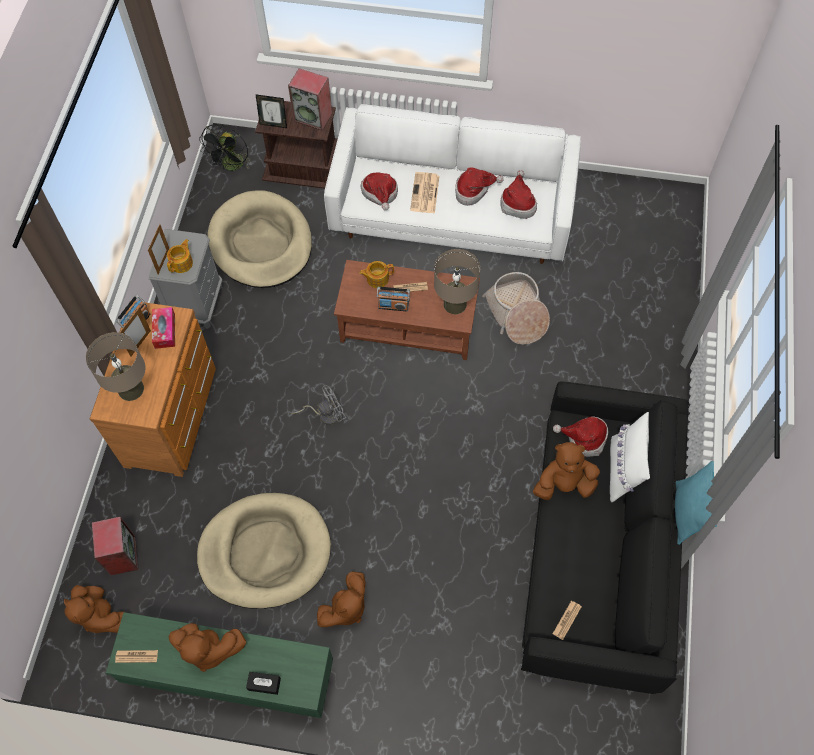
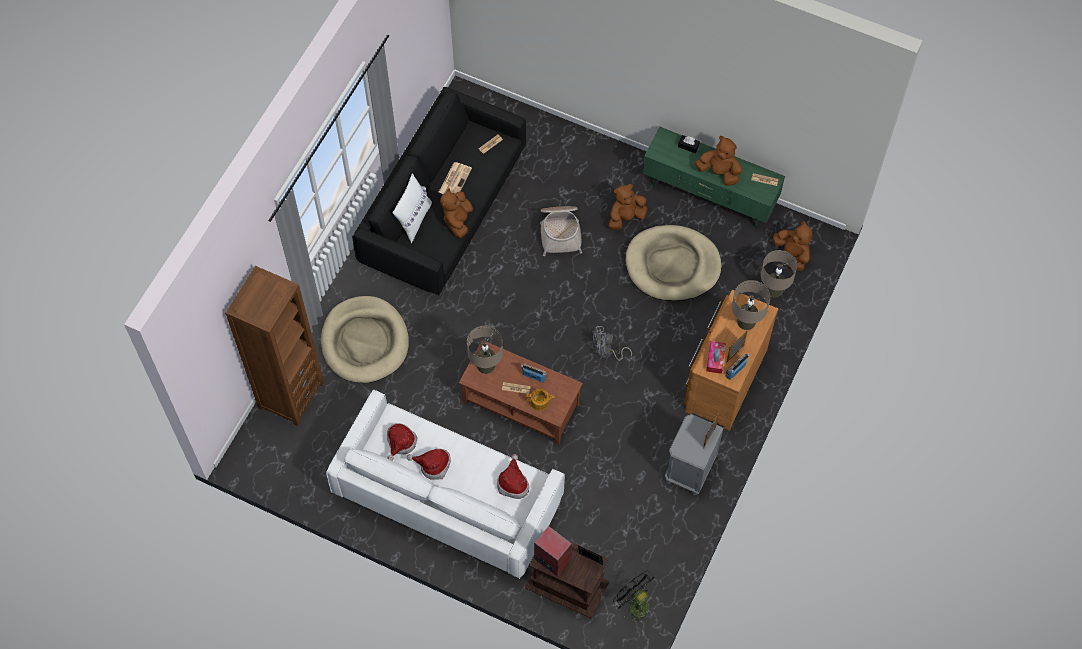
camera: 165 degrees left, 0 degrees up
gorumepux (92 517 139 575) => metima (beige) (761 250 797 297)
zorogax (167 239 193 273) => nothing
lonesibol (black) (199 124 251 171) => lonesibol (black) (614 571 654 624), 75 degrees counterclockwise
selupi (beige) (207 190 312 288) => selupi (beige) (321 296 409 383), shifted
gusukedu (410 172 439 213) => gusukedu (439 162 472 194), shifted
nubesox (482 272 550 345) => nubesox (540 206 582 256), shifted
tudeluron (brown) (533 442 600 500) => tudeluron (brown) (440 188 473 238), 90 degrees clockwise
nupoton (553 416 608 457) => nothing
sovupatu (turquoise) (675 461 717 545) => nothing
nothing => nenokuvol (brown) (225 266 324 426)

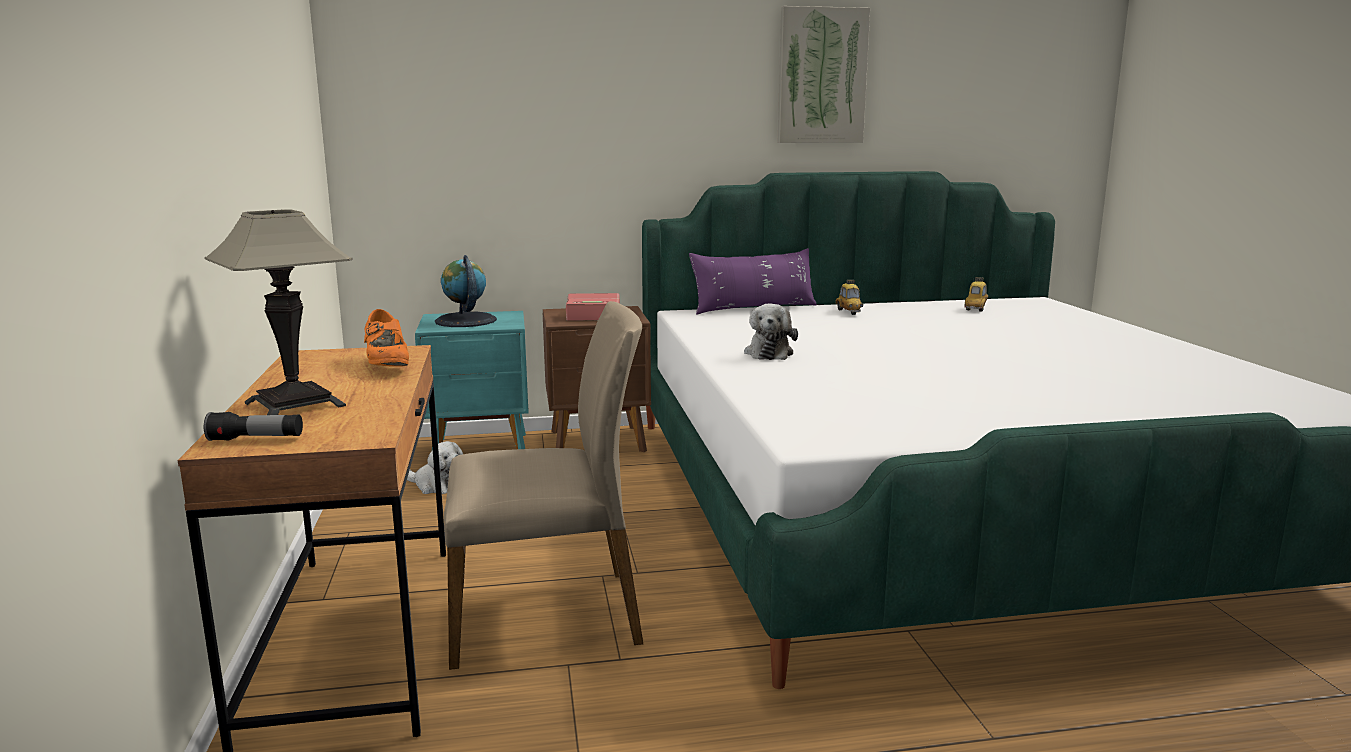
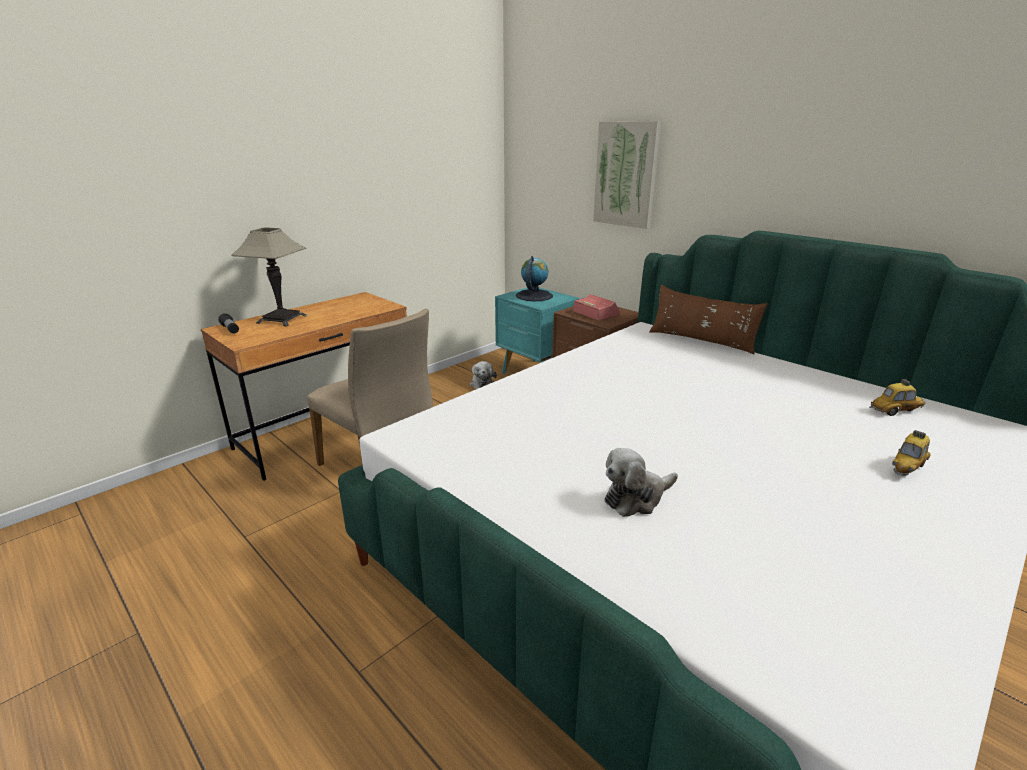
camera: 55 degrees right, 10 degrees up
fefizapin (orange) (364 309 409 367) => nothing
sovupatu (purple) (689 248 817 315) => sovupatu (brown) (649 285 767 354)
tudeluron (744 303 798 360) => tudeluron (604 448 678 517), shifted
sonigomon (778 6 870 143) => sonigomon (593 121 661 229), shifted
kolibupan (835 280 863 315) => kolibupan (892 430 931 476), shifted

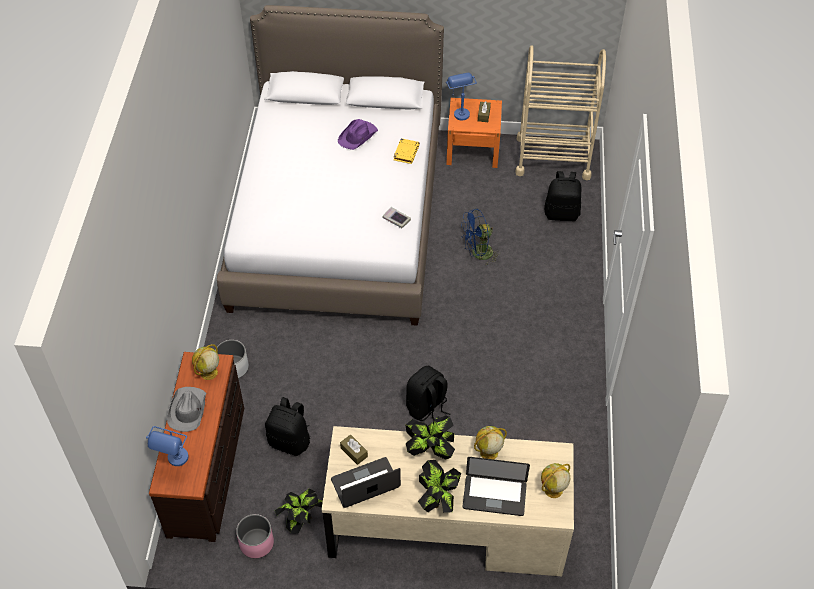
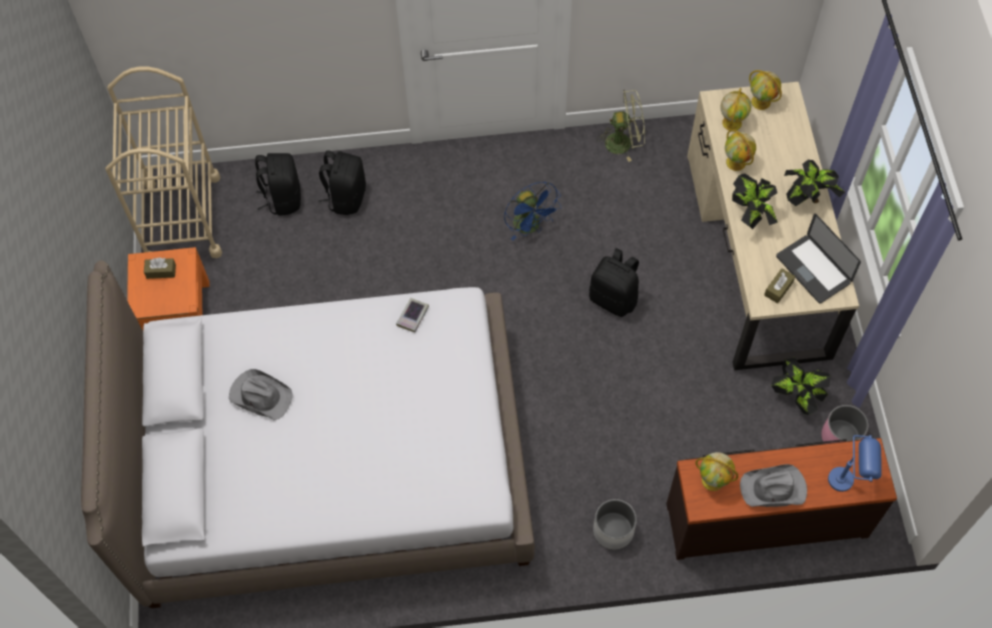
camera: 100 degrees left, 10 degrees up
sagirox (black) (265 397 310 456) => sagirox (black) (318 150 366 215), shifted
nupoton (purple) (338 119 378 150) => nupoton (grey) (229 369 293 420)
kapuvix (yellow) (394 138 420 164) => nothing
metima (blue) (446 73 477 120) => nothing
lonesibol (blue) (461 208 500 265) => lonesibol (blue) (504 182 562 240), shifted
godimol (462 457 530 516) => nothing
nothing => lonesibol (green) (597 90 645 162)
nothing => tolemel (720 88 751 130)

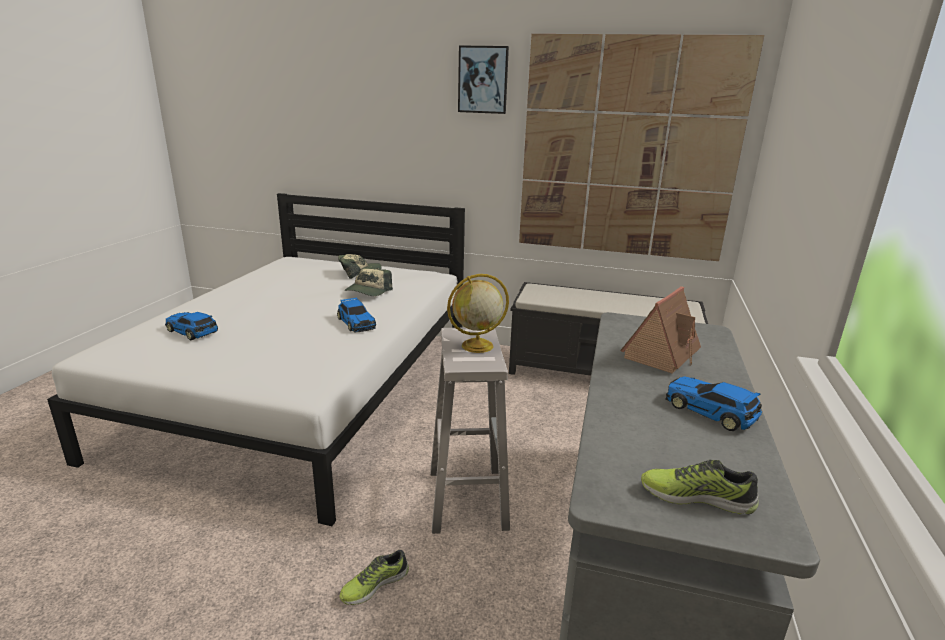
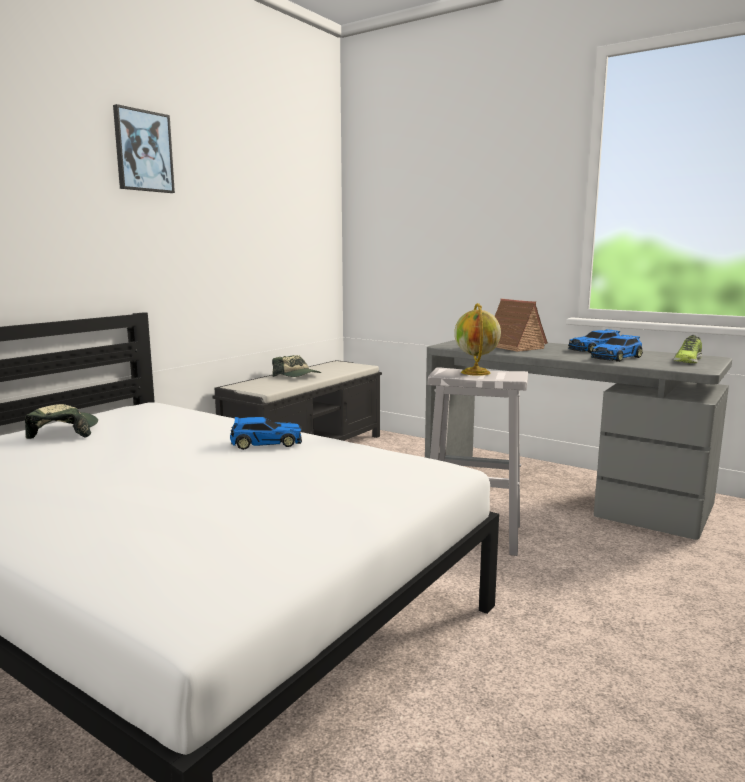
camera: 70 degrees left, 10 degrees down
kolibupan (165 312 218 340) => kolibupan (591 335 643 362), shifted
fefizapin (339 550 409 605) => nothing
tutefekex (345 266 393 296) => tutefekex (272 355 321 377), shifted
sonigomon (519 34 764 261) => nothing

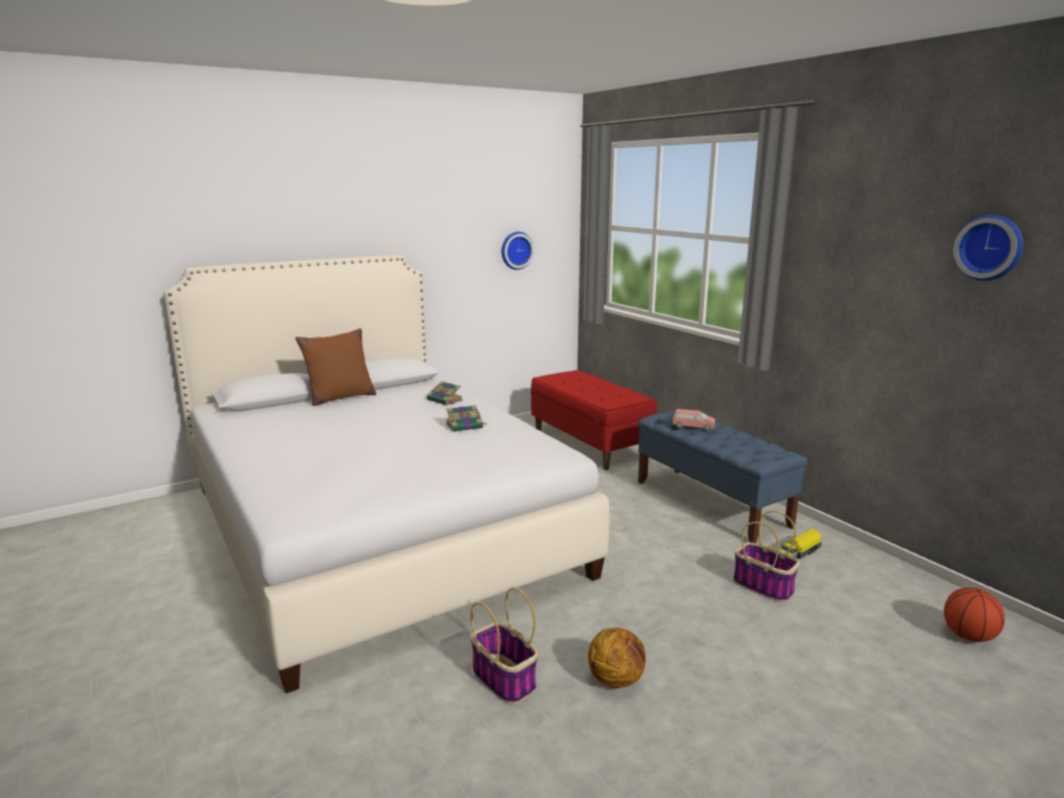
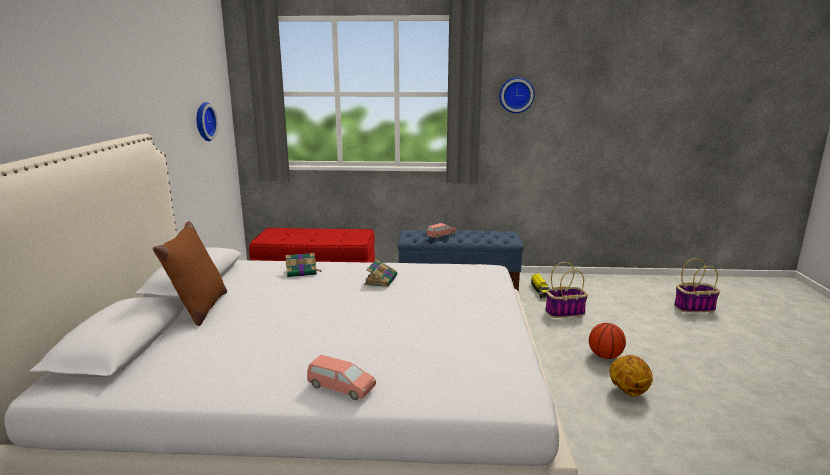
camera: 55 degrees left, 0 degrees up
nubesox (470 587 538 705) => nubesox (674 258 720 313), shifted
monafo (944 587 1005 642) => monafo (589 323 626 359), shifted
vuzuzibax (953 214 1023 281) => vuzuzibax (499 77 535 113), shifted
nothing => kolibupan (pink) (307 355 376 400)

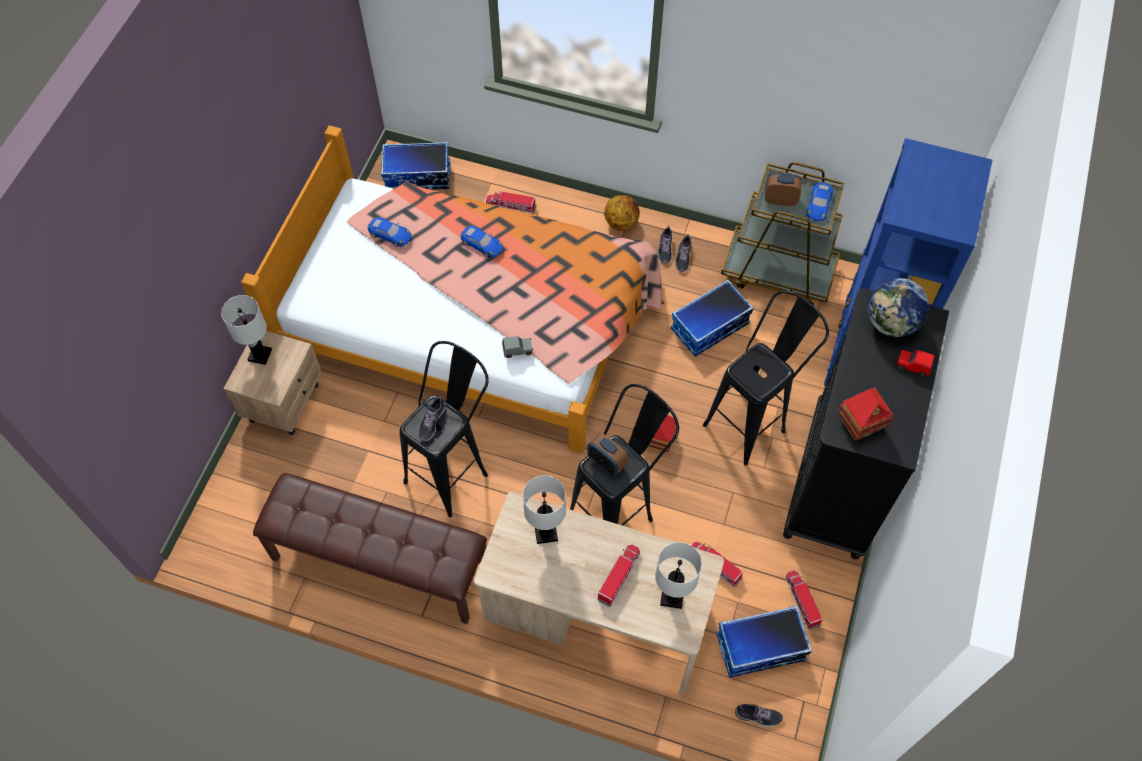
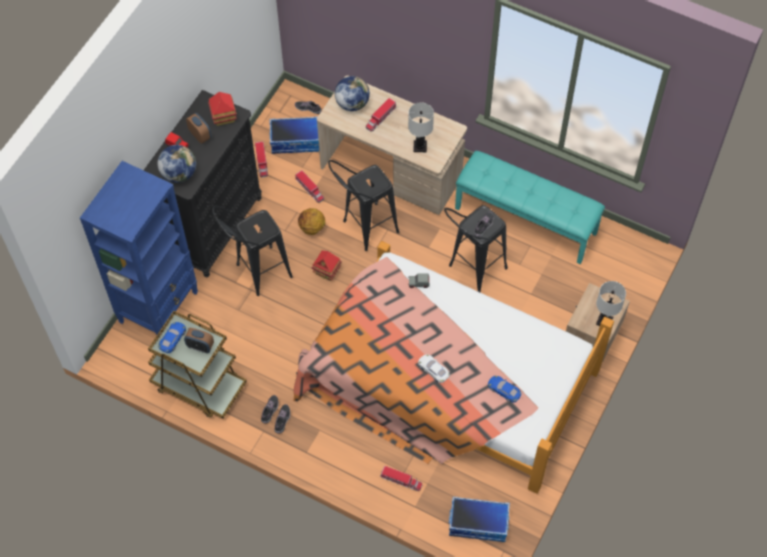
camera: 170 degrees left, 0 degrees up
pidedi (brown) (253 473 487 624) => pidedi (turquoise) (455 151 605 264)
kolibupan (blue) (461 226 503 258) => kolibupan (white) (418 354 450 383)
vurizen (587 433 628 476) => vurizen (186 113 212 144), shifted
monafo (604 195 640 231) => monafo (298 208 325 235), shifted
metima (white) (655 542 702 609) => tolemel (335 76 370 111)
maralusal (671 280 754 357) => nothing

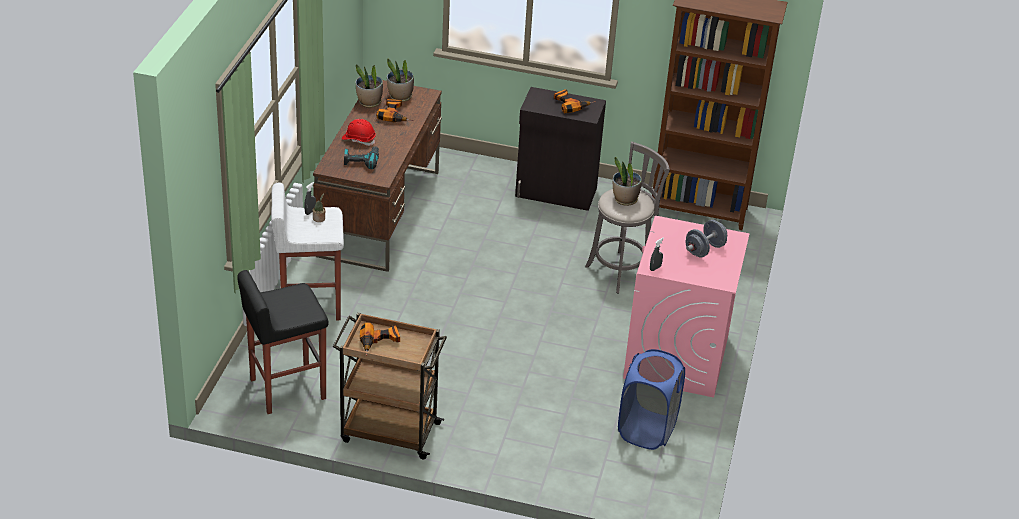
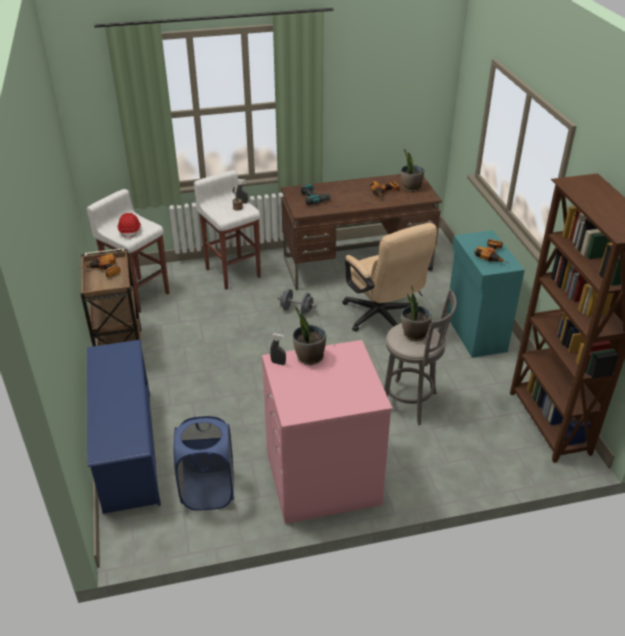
camera: 65 degrees right, 0 degrees up
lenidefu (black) (237 270 329 414) => lenidefu (white) (86 189 170 313)
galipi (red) (342 119 376 146) => galipi (red) (118 213 141 239), shifted
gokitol (355 64 383 108) => gokitol (293 306 326 365), shifted
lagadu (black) (515 87 606 211) => lagadu (turquoise) (446 230 525 358)
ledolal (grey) (686 220 727 257) => ledolal (grey) (277 289 316 315), shifted
nothing => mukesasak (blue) (87 340 161 514)
nothing => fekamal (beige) (342 223 437 332)

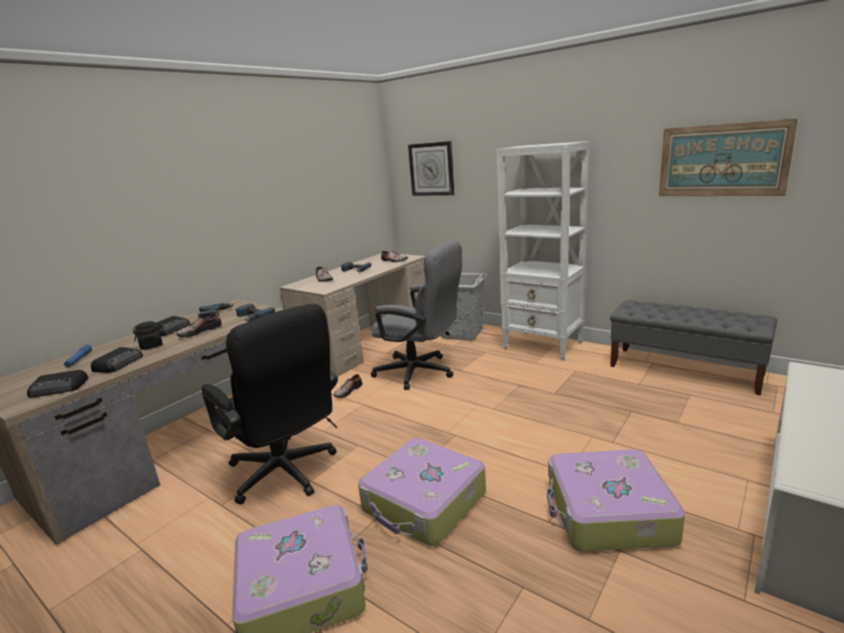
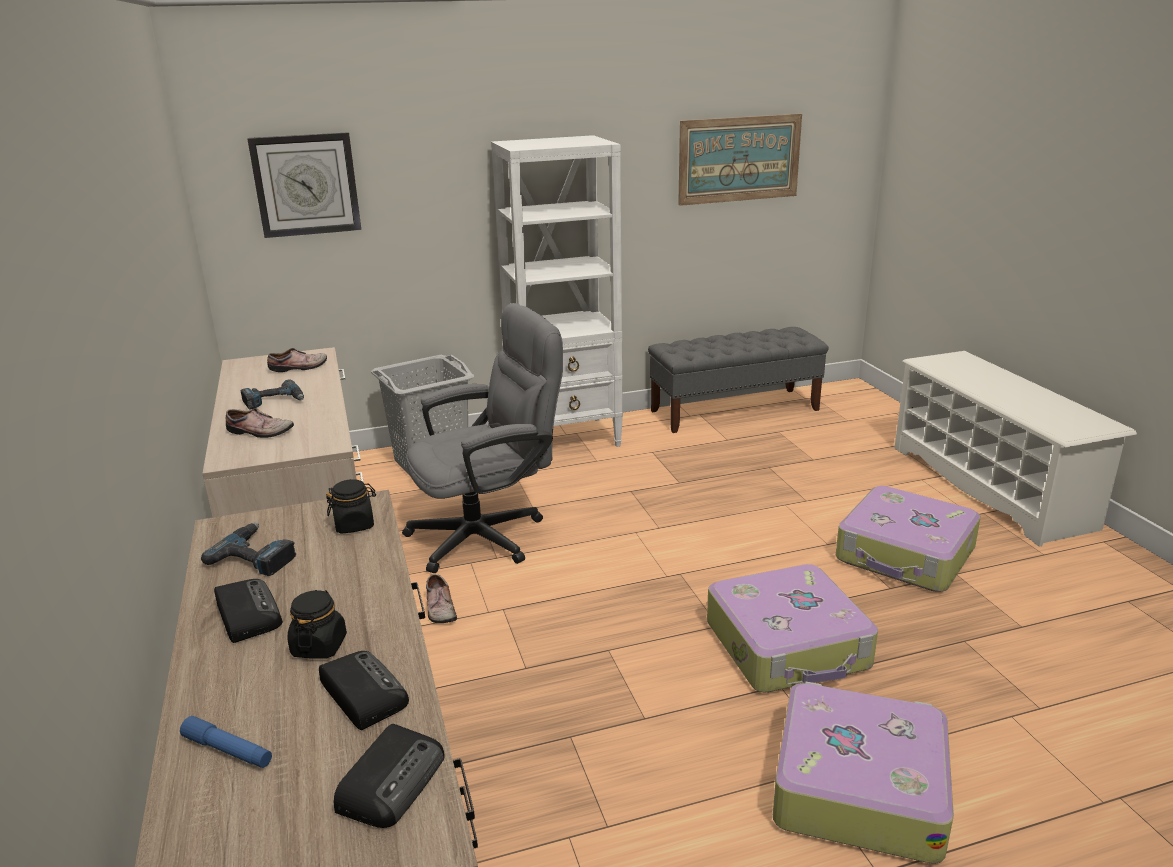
camera: 55 degrees left, 5 degrees up
fefizapin (176 313 222 338) => nothing
fekamal (black) (201 304 338 504) => nothing
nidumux (236 303 275 321) => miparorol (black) (326 479 376 533)

